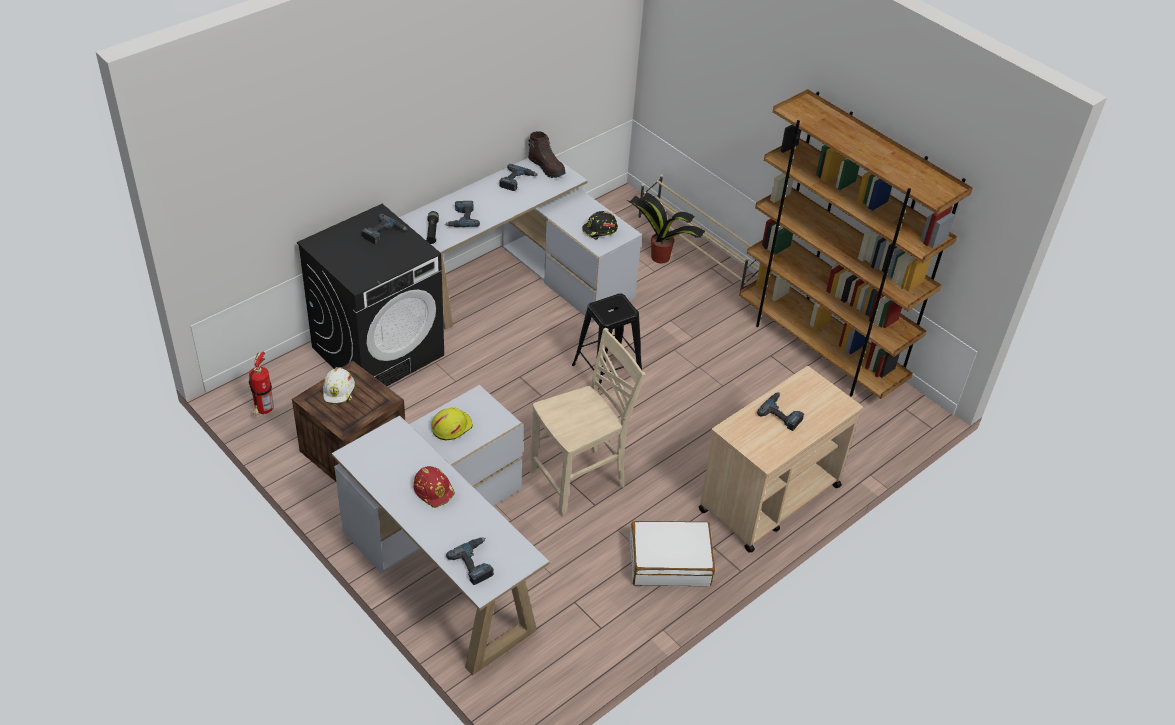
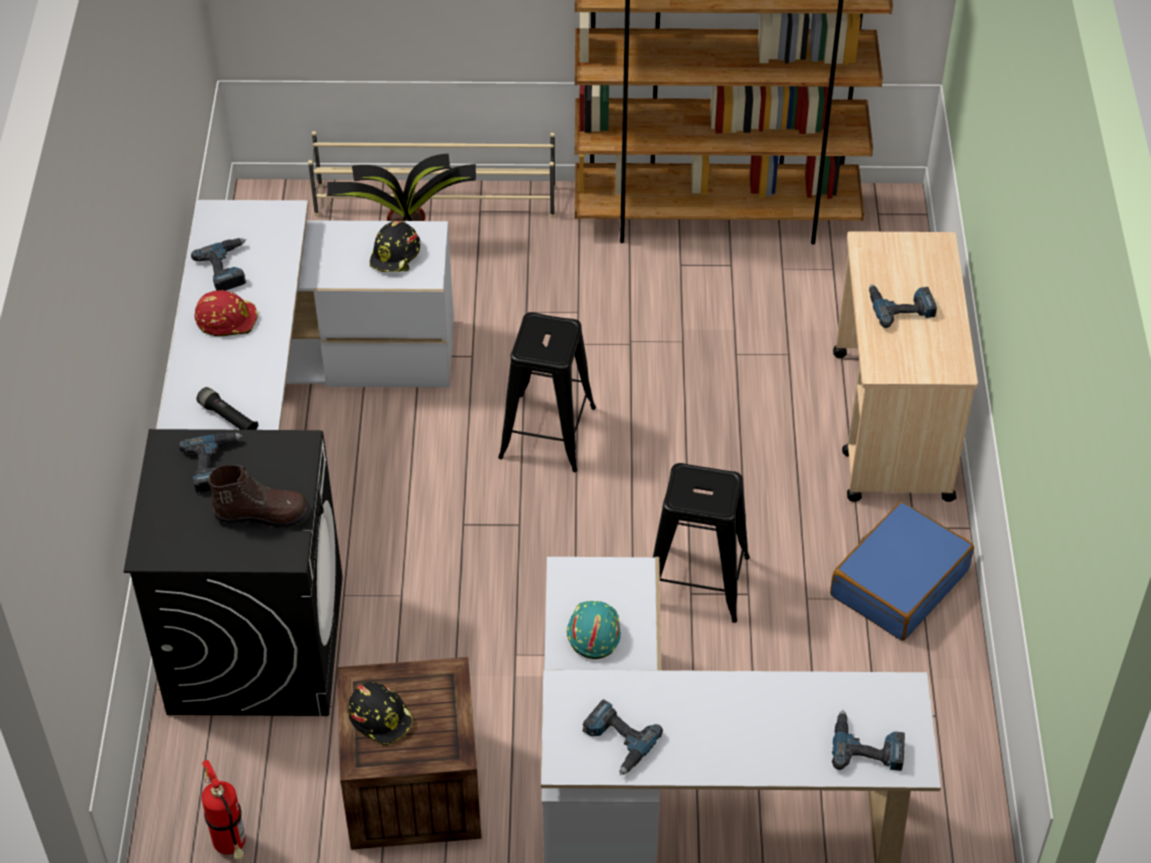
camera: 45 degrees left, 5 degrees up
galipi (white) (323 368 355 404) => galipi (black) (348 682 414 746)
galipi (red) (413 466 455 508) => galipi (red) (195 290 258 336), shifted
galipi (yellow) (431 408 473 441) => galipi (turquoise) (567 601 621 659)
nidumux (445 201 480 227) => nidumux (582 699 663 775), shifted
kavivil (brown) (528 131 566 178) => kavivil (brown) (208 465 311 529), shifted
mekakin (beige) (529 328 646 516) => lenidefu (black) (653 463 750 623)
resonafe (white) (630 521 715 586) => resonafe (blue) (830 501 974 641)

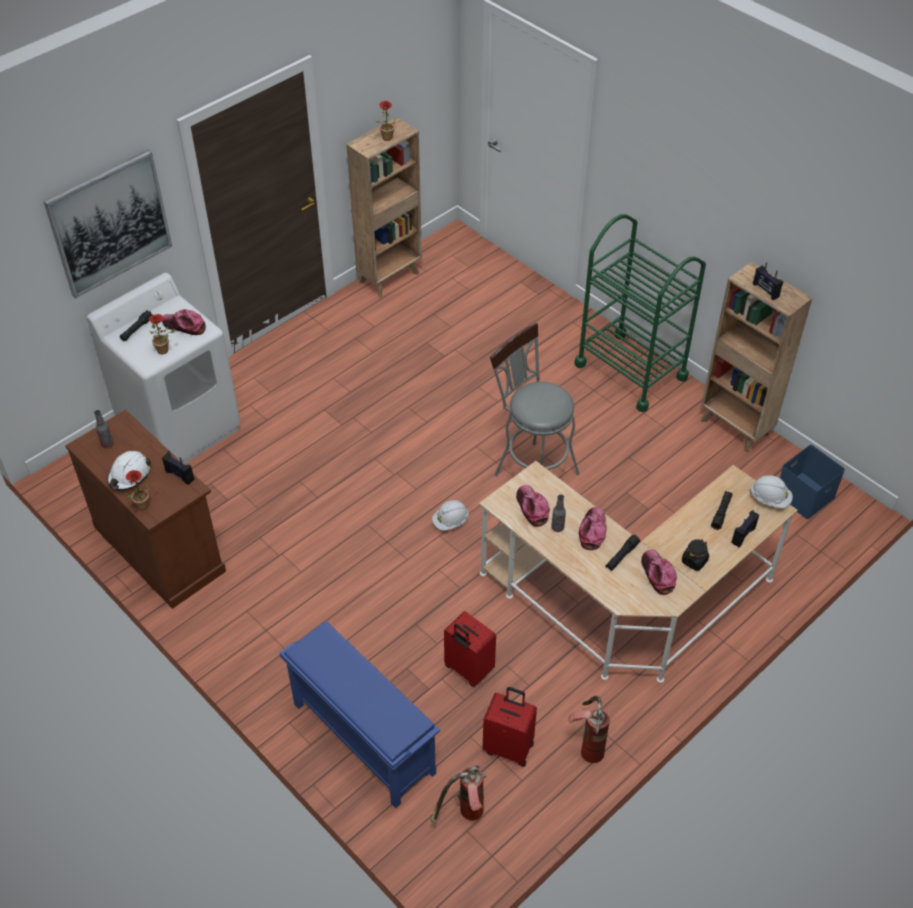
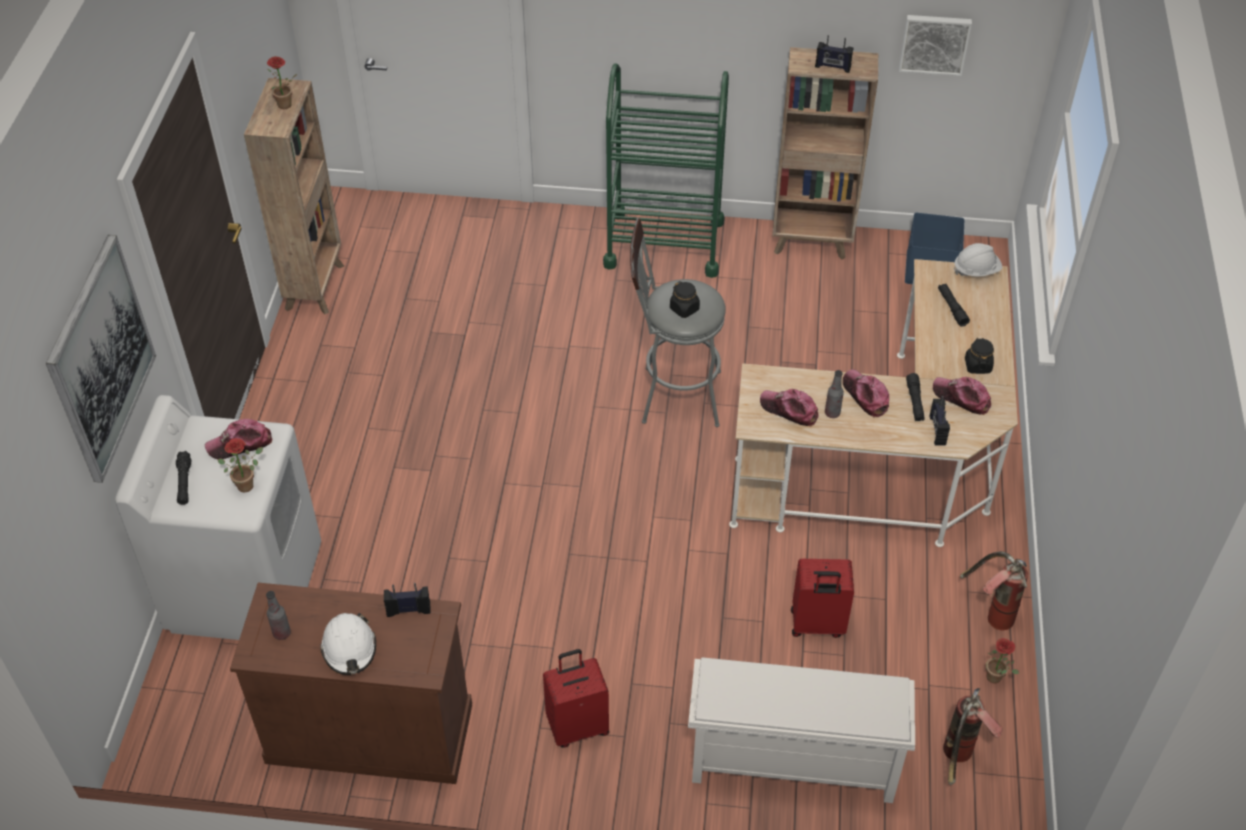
camera: 40 degrees left, 0 degrees up
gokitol (126 470 156 510) => gokitol (986 638 1019 683), shifted
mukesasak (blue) (280 621 440 808) => mukesasak (white) (688 657 915 803)
galipi (white) (432 500 469 531) => nothing
resonafe (red) (483 687 537 767) => resonafe (red) (543 649 609 747), shifted
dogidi (731 510 759 547) => dogidi (930 396 950 445), shifted
nothing => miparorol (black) (670 281 700 318)
nothing => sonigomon (899 15 972 76)

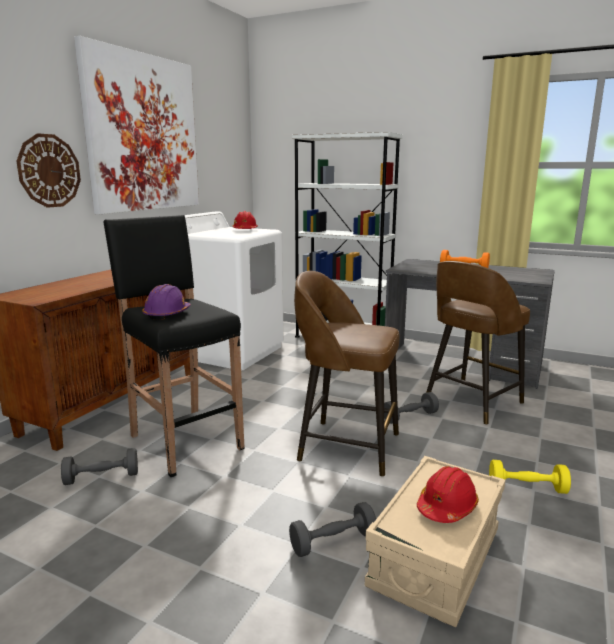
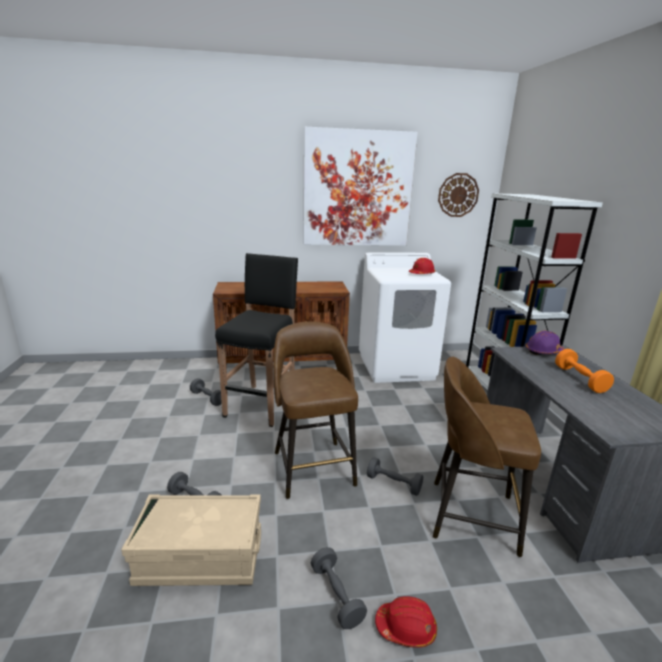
camera: 55 degrees right, 5 degrees up
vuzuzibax (16 133 81 208) => vuzuzibax (438 173 479 217), shifted
galipi (purple) (142 284 191 320) => galipi (purple) (525 331 565 355), shifted
galipi (red) (417 466 479 523) => galipi (red) (375 596 437 648), shifted
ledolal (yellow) (489 460 571 494) => ledolal (grey) (311 547 367 629)

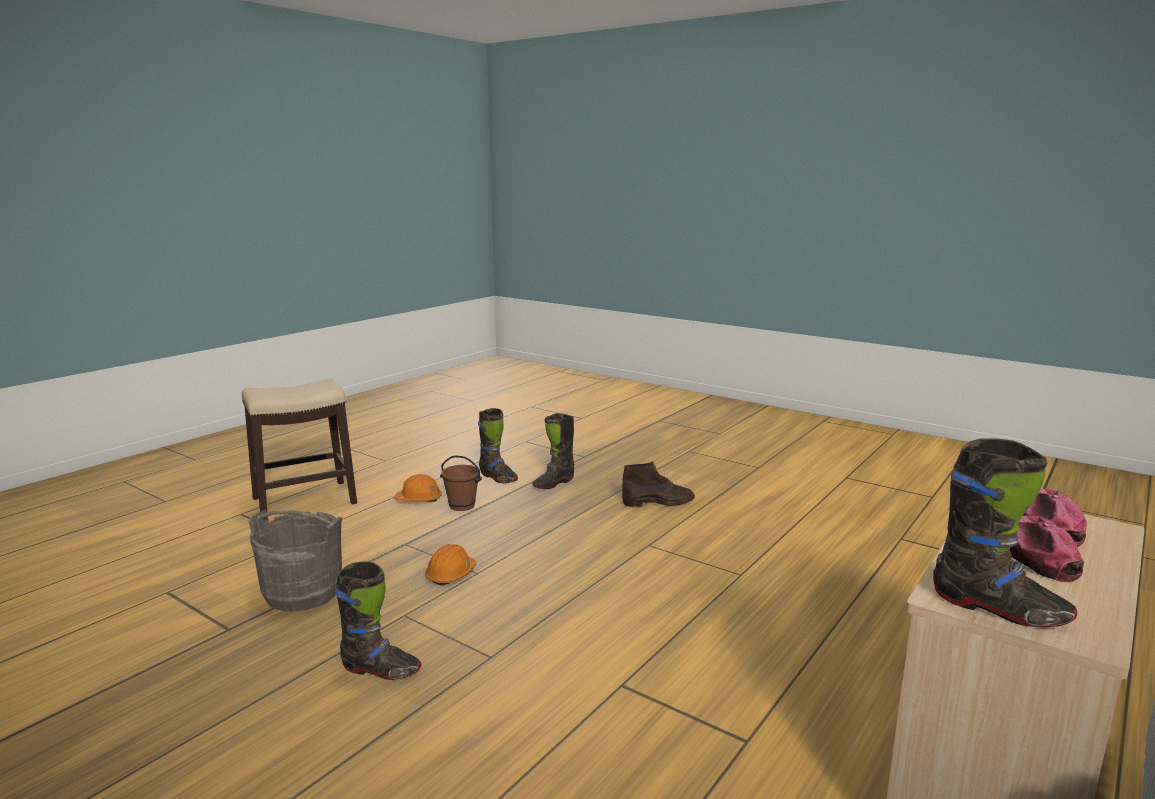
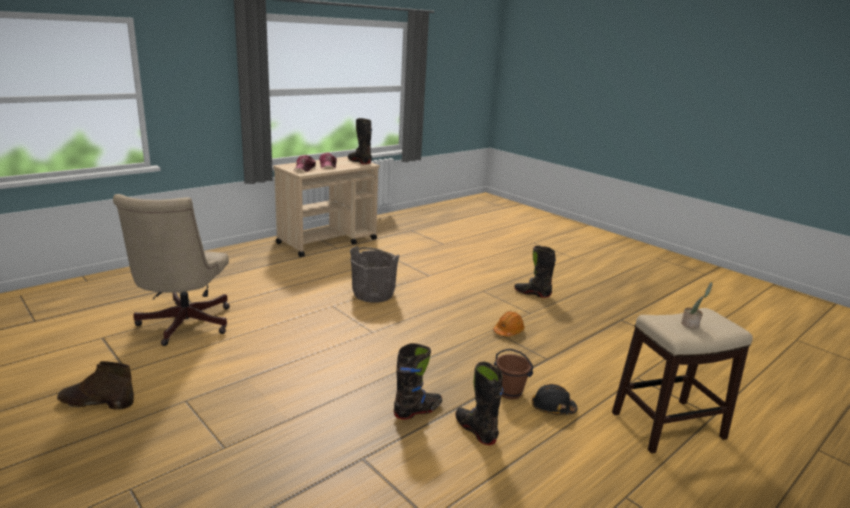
camera: 170 degrees left, 5 degrees up
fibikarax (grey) (248 510 342 612) => fibikarax (grey) (350 246 399 303), shifted
galipi (orange) (395 474 442 502) => galipi (black) (532 384 578 415)
kavivil (brown) (622 461 695 507) => kavivil (brown) (57 361 134 410), shifted
nothing => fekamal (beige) (113 194 230 346)
nothing => gokitol (681 282 713 329)

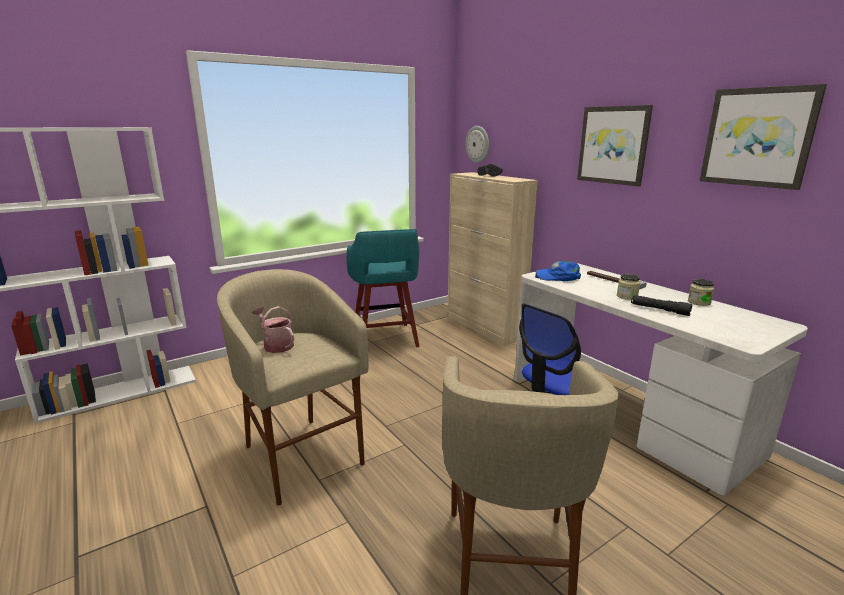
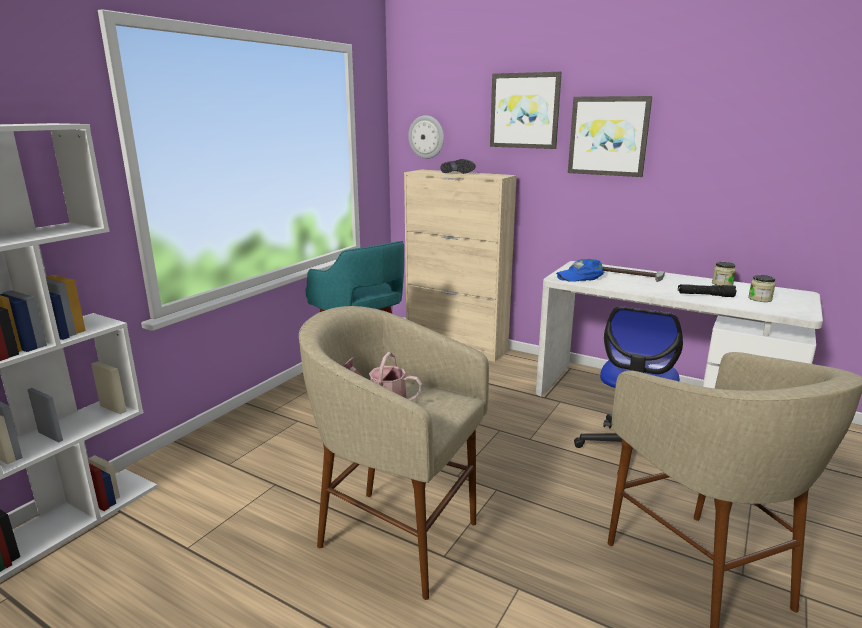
camera: 25 degrees left, 0 degrees up
miparorol (617 274 640 300) => miparorol (748 275 776 302), shifted
sonigomon (700 84 827 190) => sonigomon (490 72 562 149), shifted

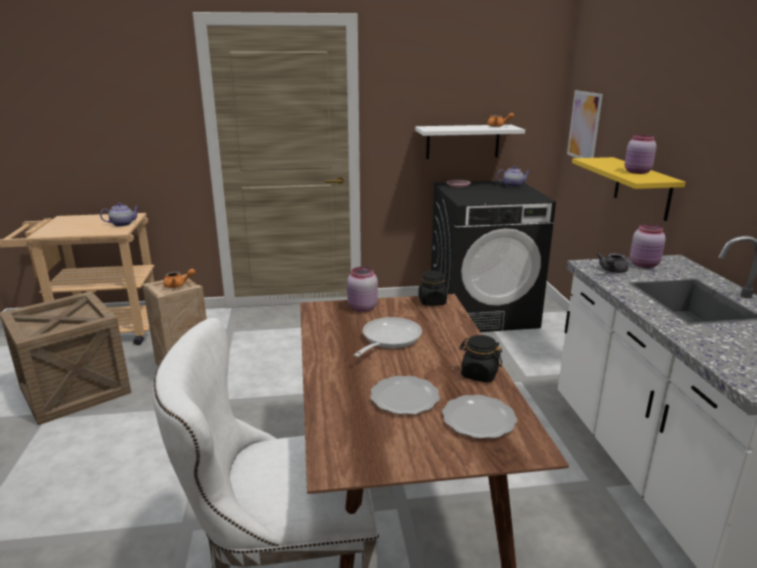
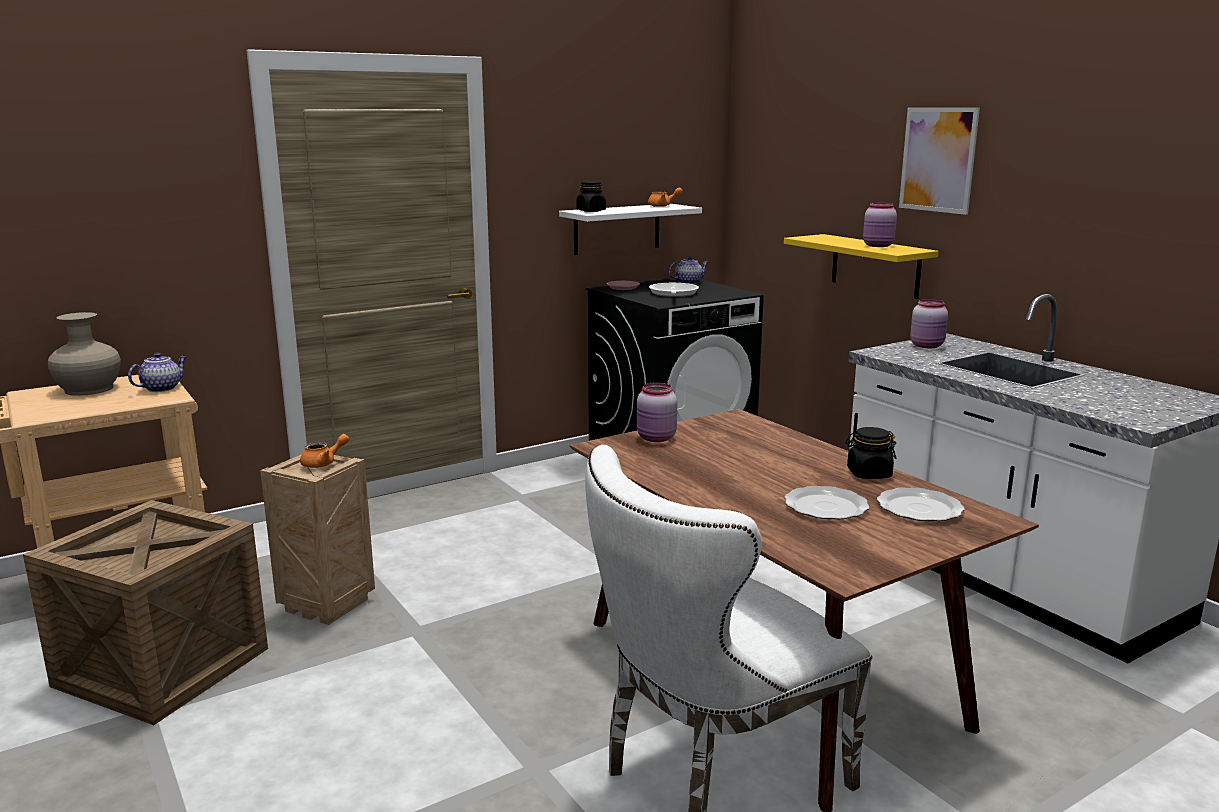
camera: 25 degrees left, 5 degrees down
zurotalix (354 317 422 357) => zurotalix (649 283 699 297), shifted
miparorol (black) (418 271 447 306) => miparorol (black) (576 181 606 212), shifted
sonigomon (567 90 603 158) => sonigomon (899 107 980 215), shifted
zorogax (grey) (597 253 629 273) => nothing
nothing => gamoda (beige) (48 312 121 396)

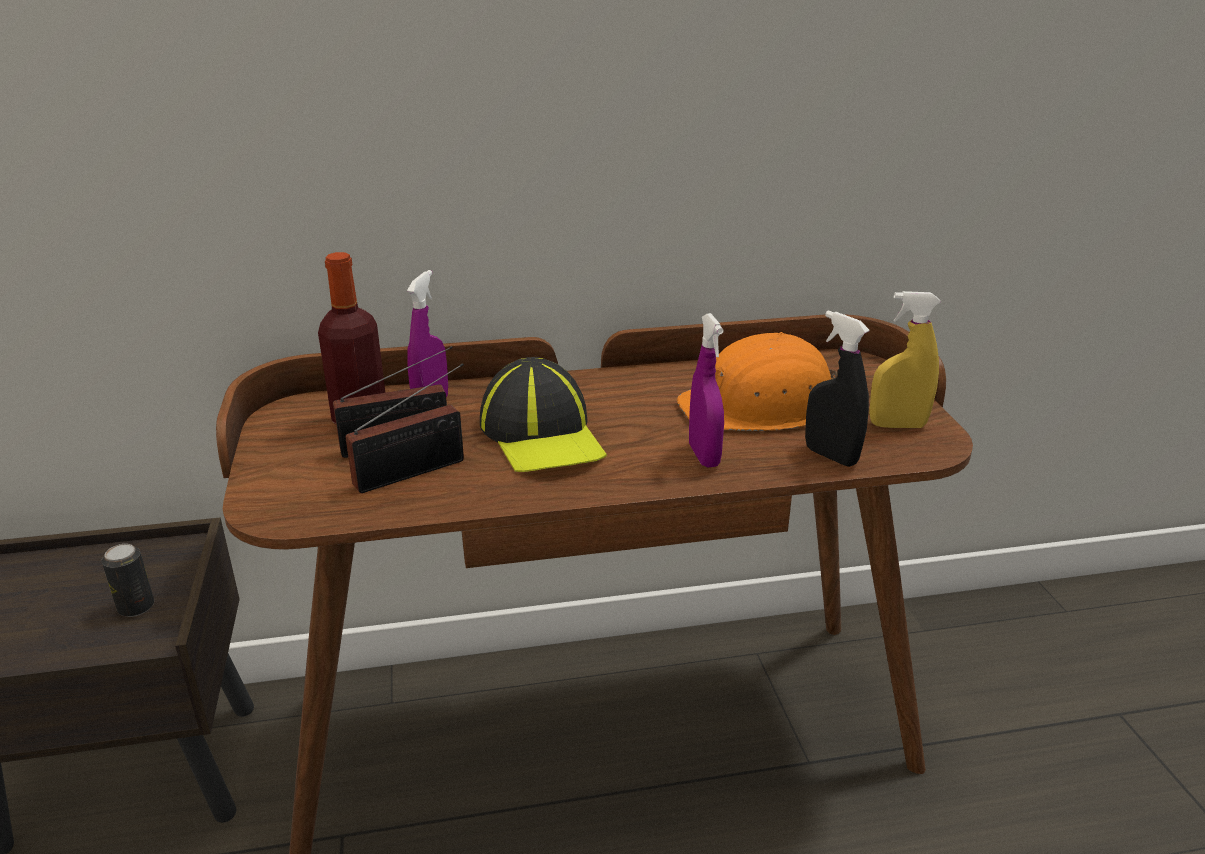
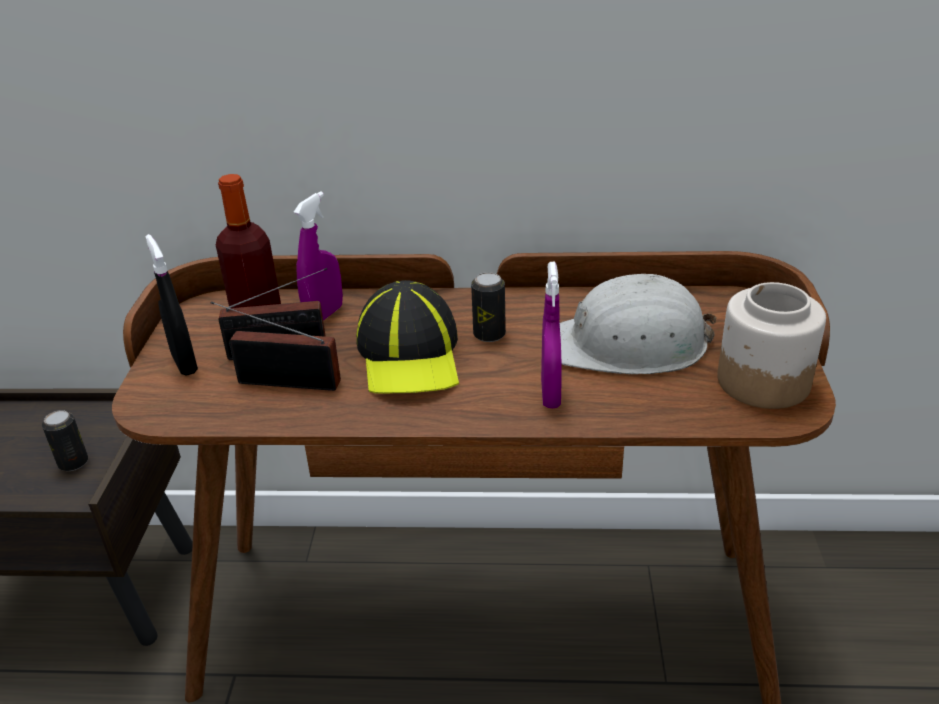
camera: 15 degrees right, 5 degrees up
dogidi (345 363 464 493) => dogidi (210 301 341 391), 150 degrees counterclockwise
galipi (orange) (677 332 837 431) => galipi (white) (560 274 717 374)
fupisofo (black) (805 310 870 467) => fupisofo (black) (146 234 198 376), shifted
fupisofo (yellow) (869 291 941 428) => miparorol (717 282 826 409)
nothing => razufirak (471 272 506 342)

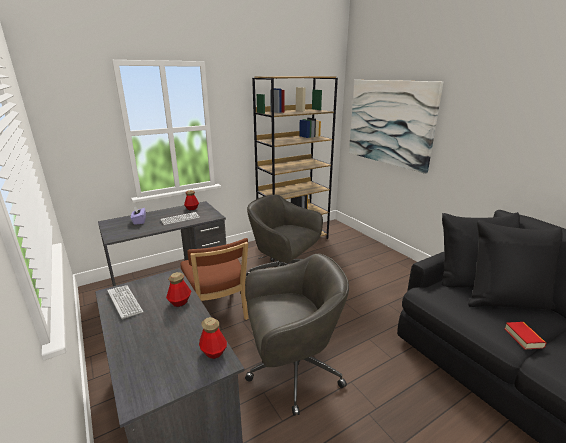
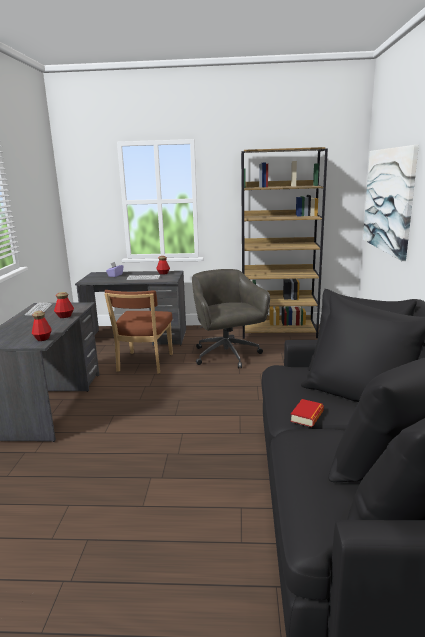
camera: 35 degrees right, 5 degrees down
fekamal (grey) (245 254 349 416) => nothing

